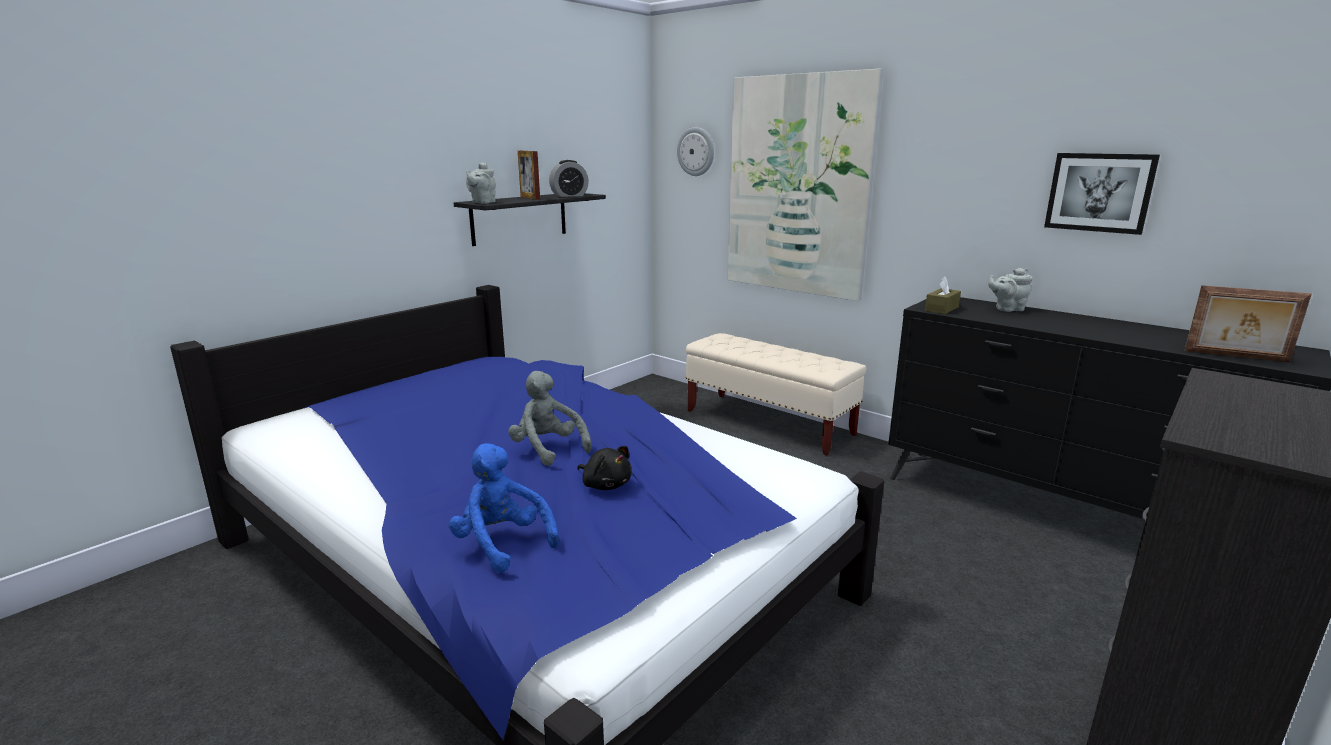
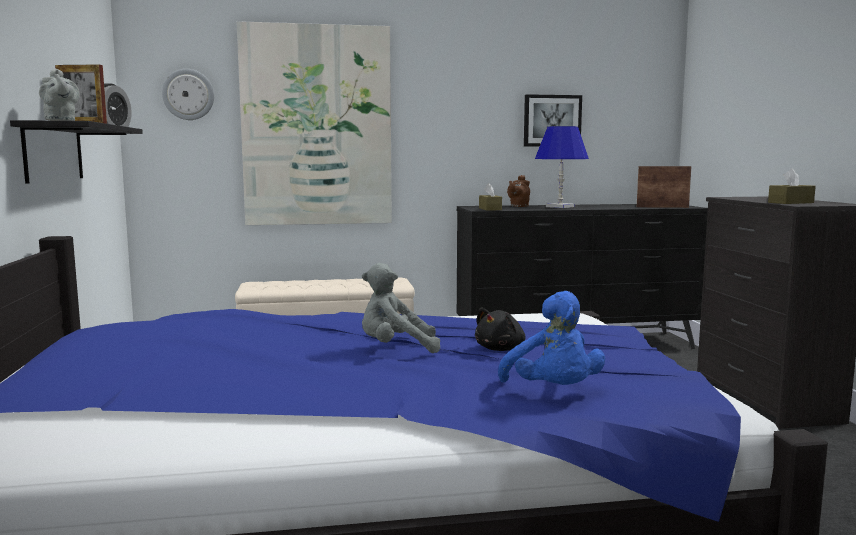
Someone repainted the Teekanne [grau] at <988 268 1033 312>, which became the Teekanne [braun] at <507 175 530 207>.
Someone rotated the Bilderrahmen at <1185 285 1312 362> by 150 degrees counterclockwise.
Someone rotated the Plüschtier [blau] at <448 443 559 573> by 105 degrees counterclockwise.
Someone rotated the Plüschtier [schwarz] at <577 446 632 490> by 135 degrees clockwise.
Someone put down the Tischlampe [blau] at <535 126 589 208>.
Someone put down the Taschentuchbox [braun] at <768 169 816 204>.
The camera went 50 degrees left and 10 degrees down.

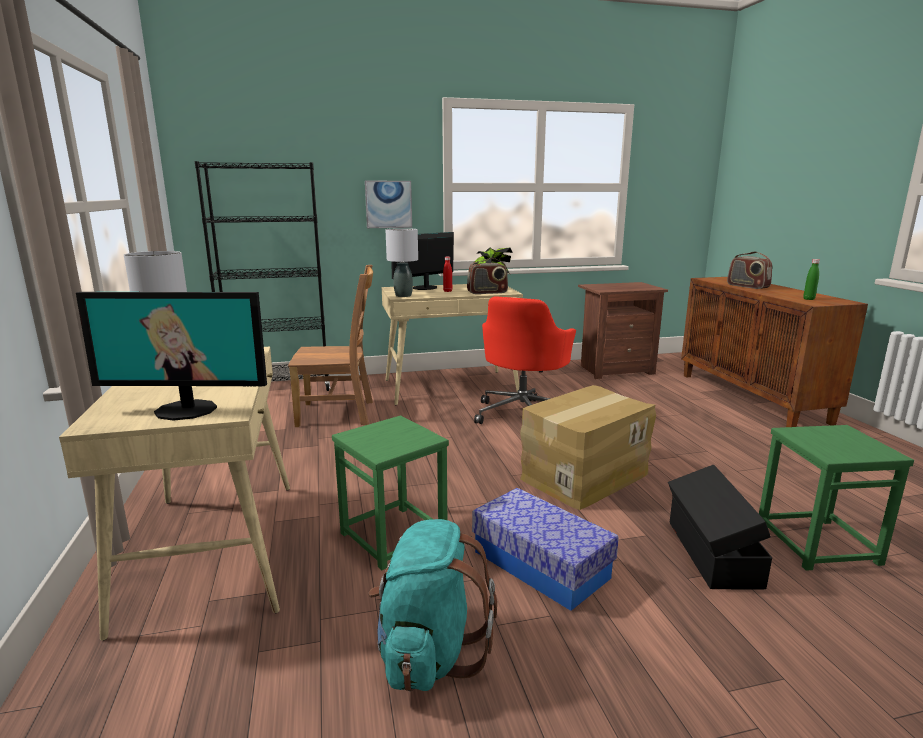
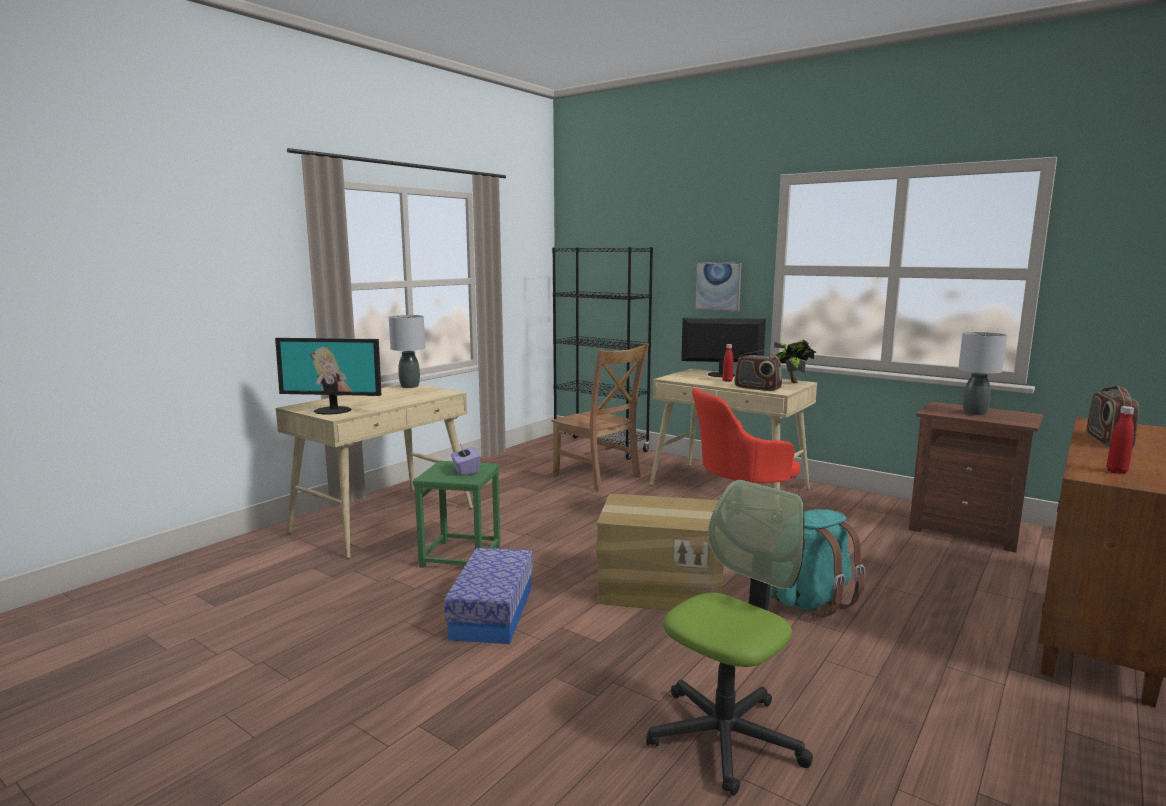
Someone carried the Tischlampe [grau] from <386 228 418 297> to <958 332 1007 415>.
Someone repainted the Flasche [grün] at <803 259 820 300>, which became the Flasche [rot] at <1107 406 1134 474>.
Someone rotated the Monitor at <76 292 267 421> by 45 degrees counterclockwise.
Someone swapped the Hocker [grün] at <759 425 914 571> for the Bürostuhl at <646 480 813 796>.
Someone took away the Aufbewahrungsbox [schwarz] at <668 465 772 589>.
Someone carried the Rucksack [türkis] from <369 519 497 692> to <770 509 865 618>.
Someone put down the Taschentuchbox [lila] at <451 444 480 476>.
The camera went 50 degrees right and 5 degrees down.

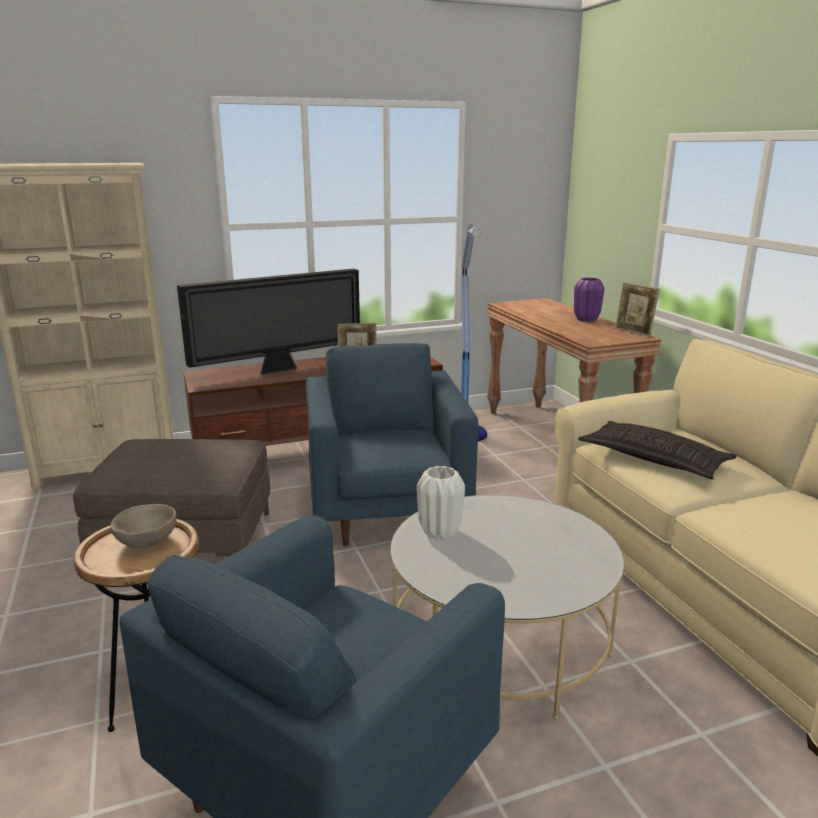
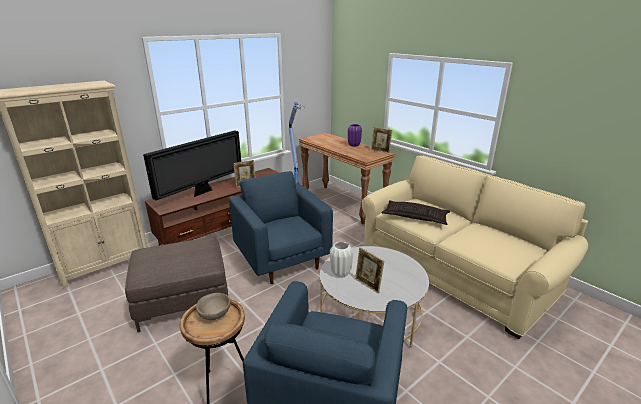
Someone put down the Bilderrahmen at <355 248 384 293>.
The camera went 20 degrees left and 5 degrees up.

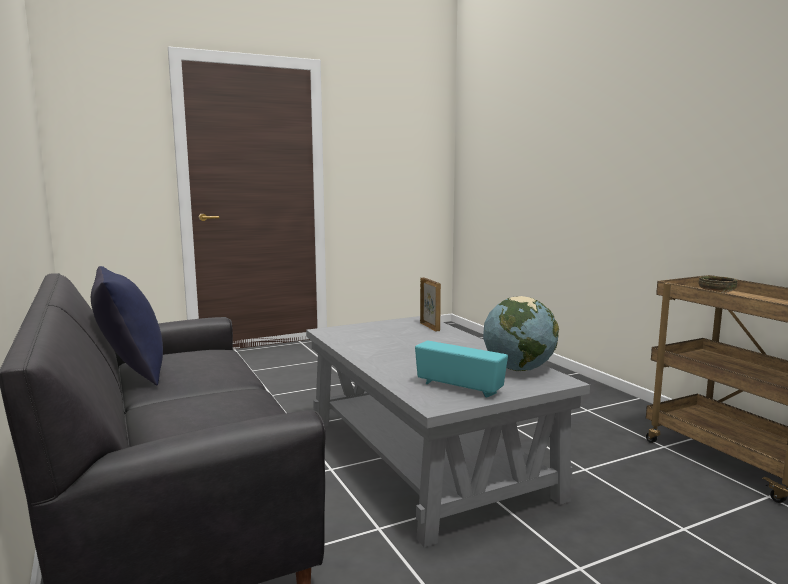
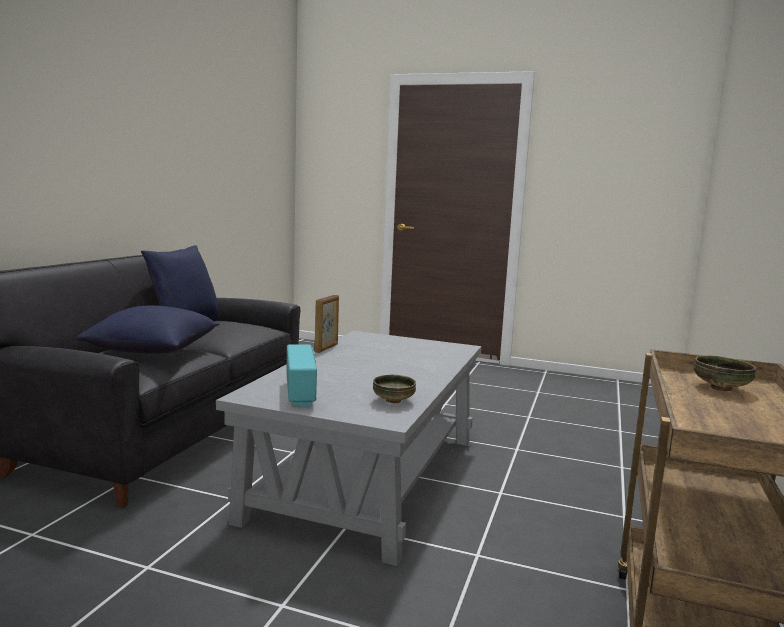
Someone carried the Bilderrahmen from <420 277 441 331> to <315 295 339 353>.
Someone swapped the Globus at <483 296 559 371> for the Schüssel at <373 375 416 403>.
Someone put down the Kissen [blau] at <76 305 219 354>.
The camera went 45 degrees right and 0 degrees up.

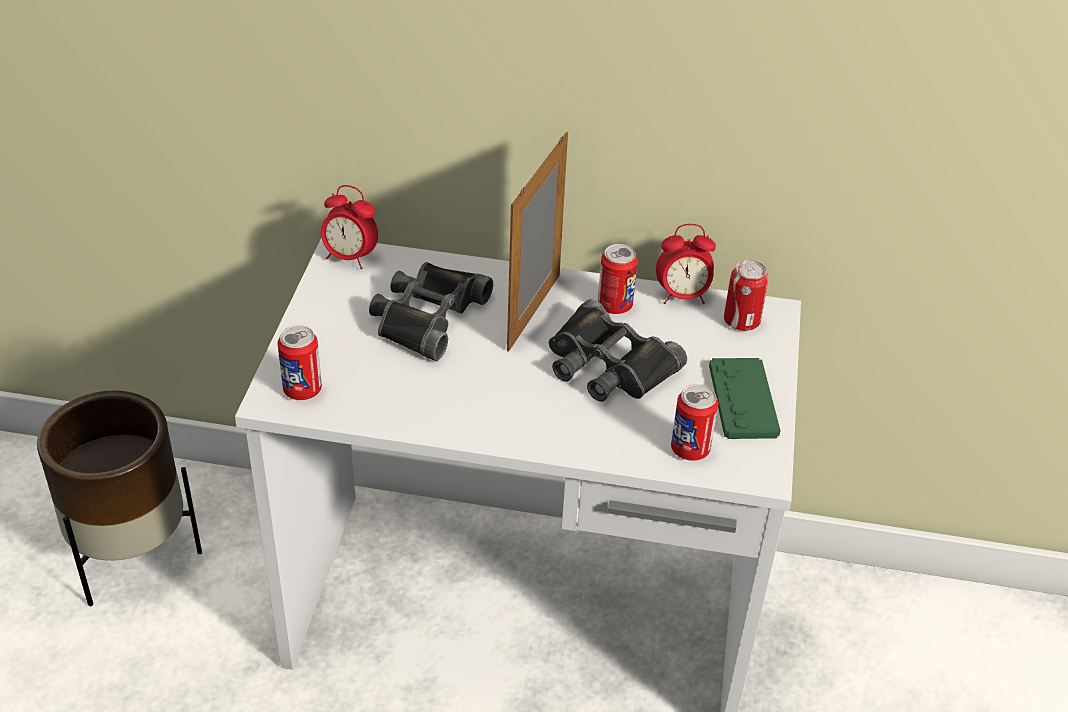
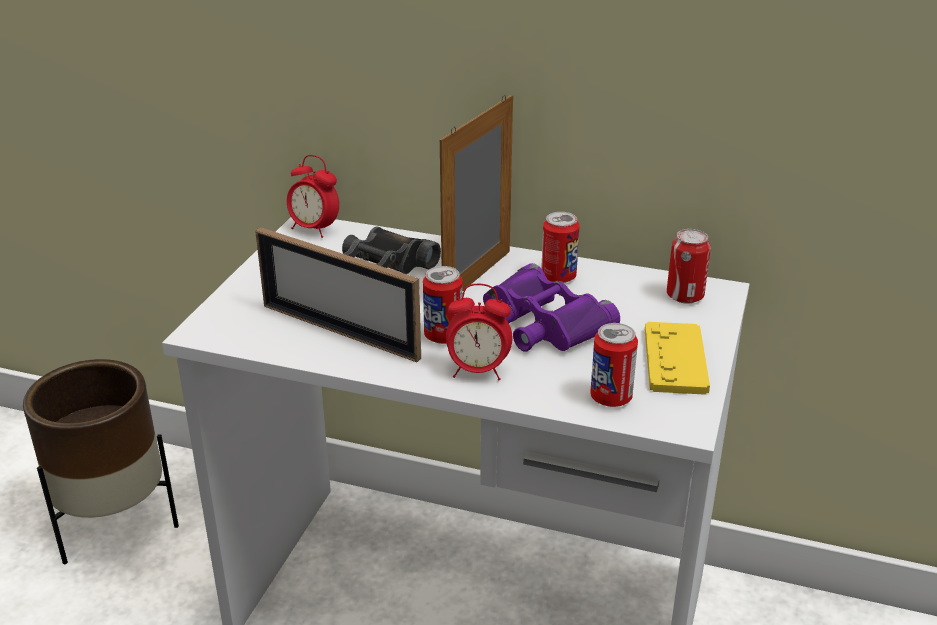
Someone carried the Wecker from <656 224 716 304> to <446 283 512 380>.
Someone repainted the Fernglas [schwarz] at <549 299 687 402>, which became the Fernglas [lila] at <483 263 620 352>.
Someone carried the Dose from <278 325 322 400> to <423 266 463 344>.
Someone repainted the Gamepad [grün] at <709 358 781 439>, which became the Gamepad [gelb] at <645 322 710 395>.
Someone put down the Bilderrahmen at <255 227 421 362>.
The camera went 10 degrees right and 10 degrees down.

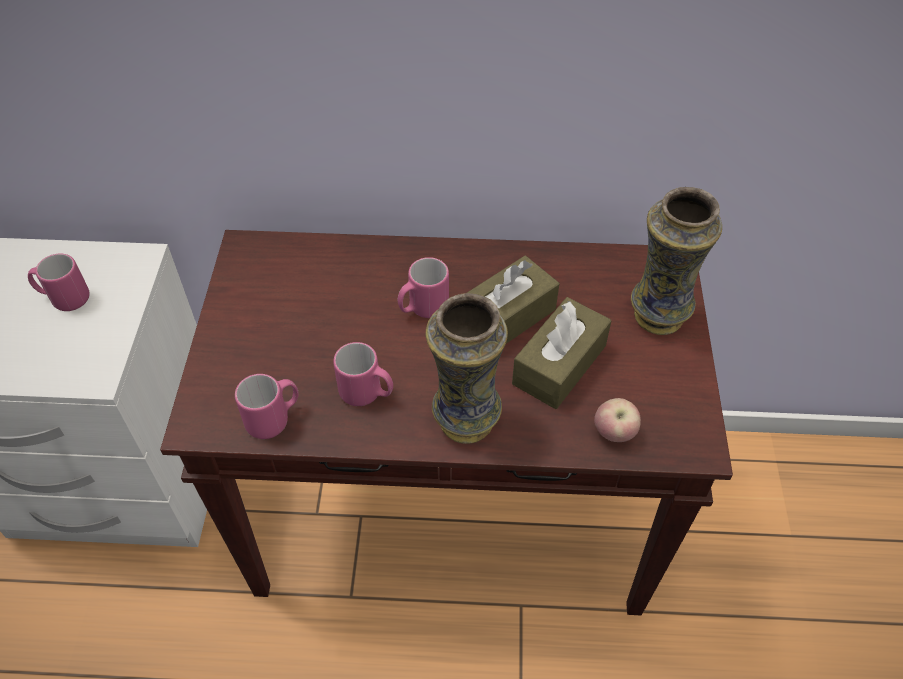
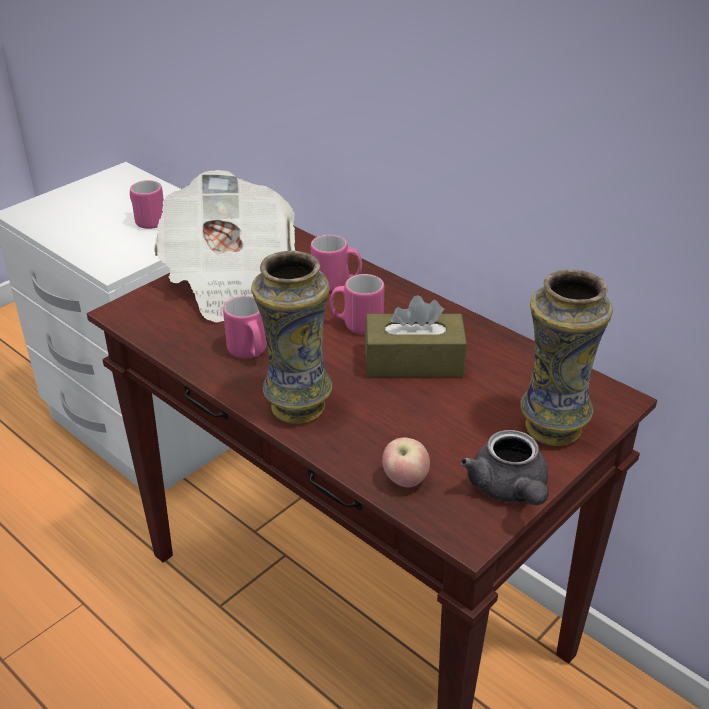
Someone took away the Taschentuchbox [braun] at <512 297 611 409>.
Someone carried the Henkelbecher [rosa] from <235 374 299 439> to <311 235 362 291>.
Someone put down the Zeitung at <153 170 295 323>.
Someone put down the Teekanne [grau] at <461 430 549 506>.
The camera went 40 degrees right and 15 degrees down.

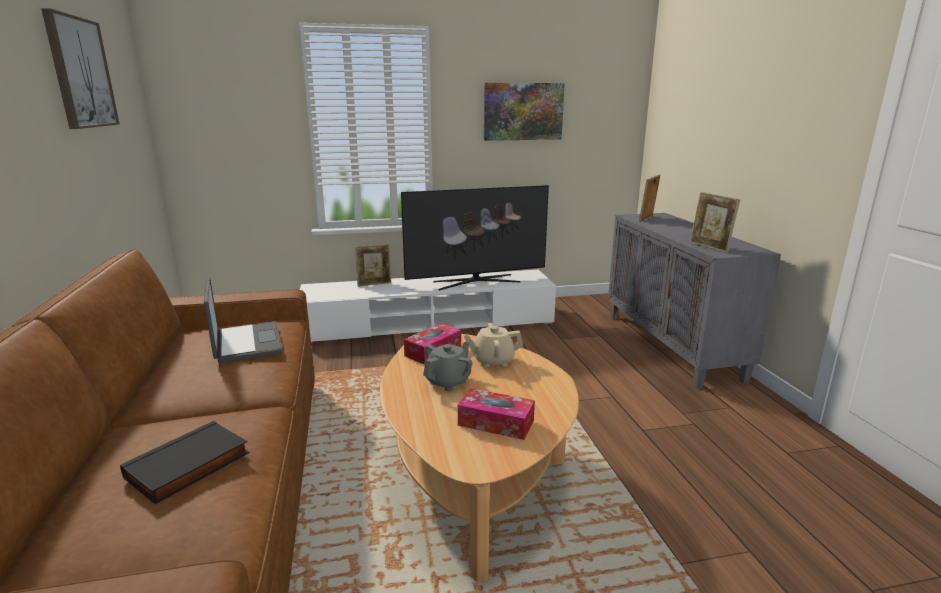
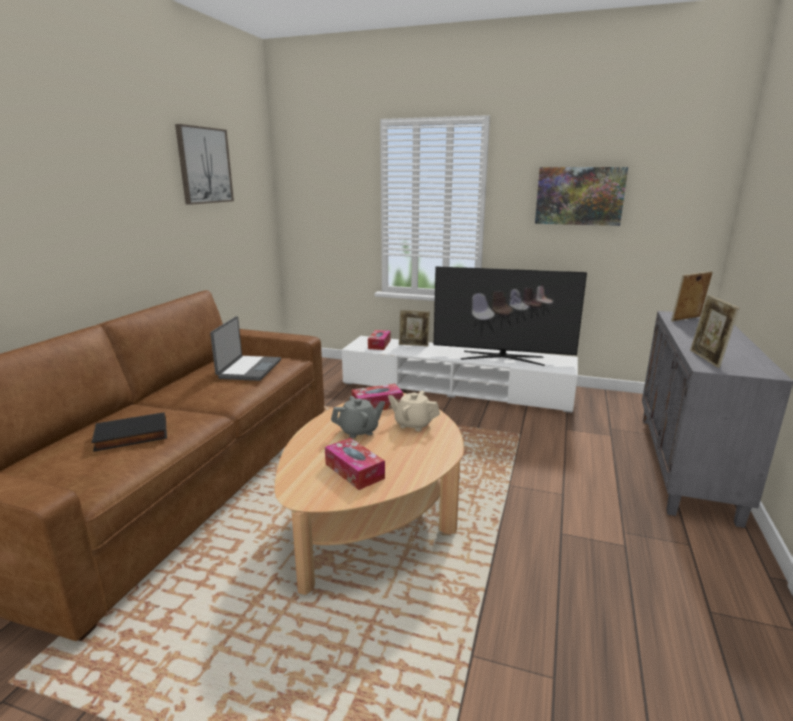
Someone put down the Taschentuchbox at <368 330 391 350>.
The camera went 30 degrees right and 0 degrees up.

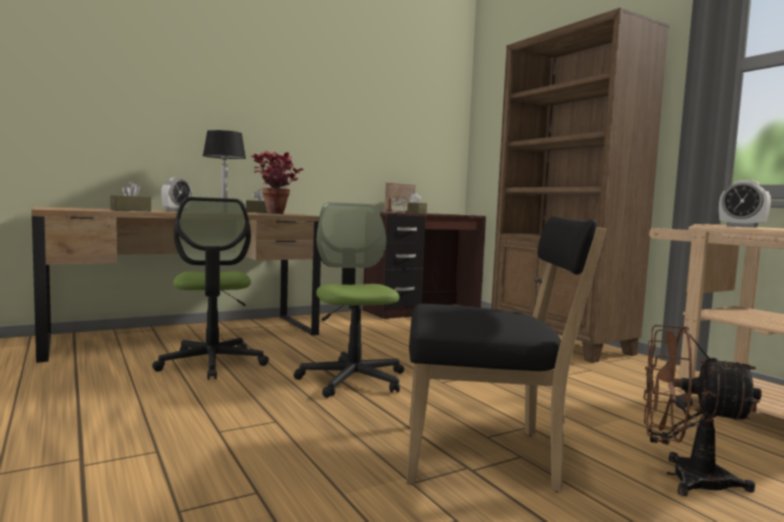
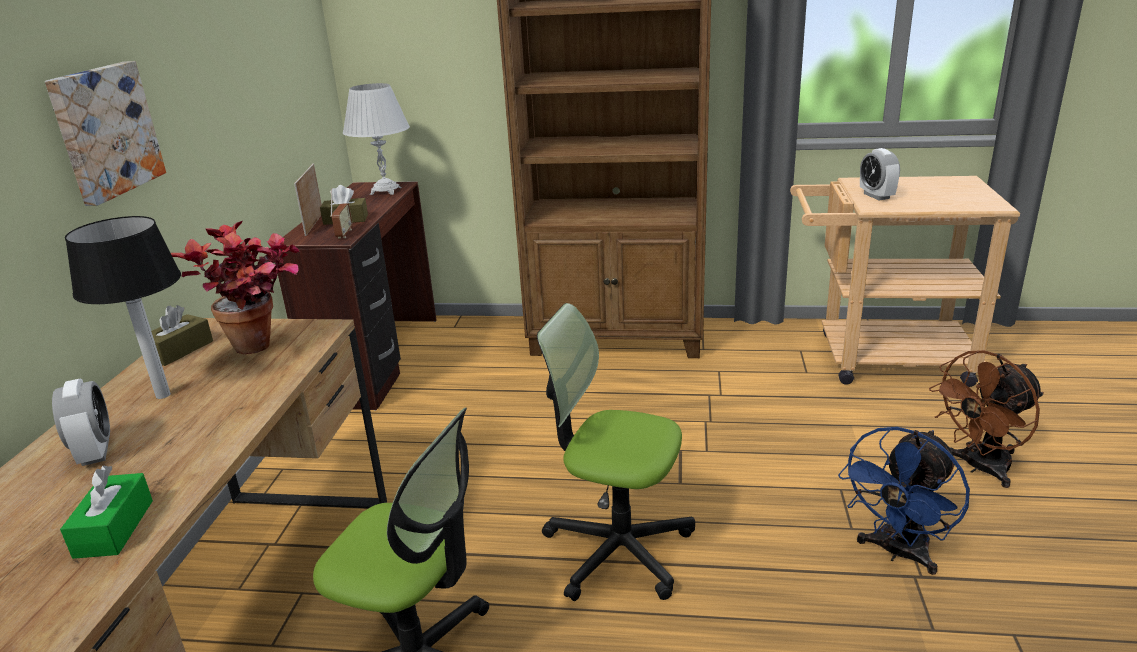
Someone rotated the Wecker at <719 180 771 228> by 75 degrees clockwise.
Someone repainted the Taschentuchbox [braun] at <110 182 151 211>, which became the Taschentuchbox [grün] at <60 466 153 559>.
Someone swapped the Stuhl [schwarz] at <406 216 606 492> for the Ventilator [blau] at <838 427 970 575>.
Someone put up the Bild at <45 61 166 206>.
Someone put down the Tischlampe [weiß] at <343 83 410 195>.
The camera went 50 degrees left and 20 degrees up.

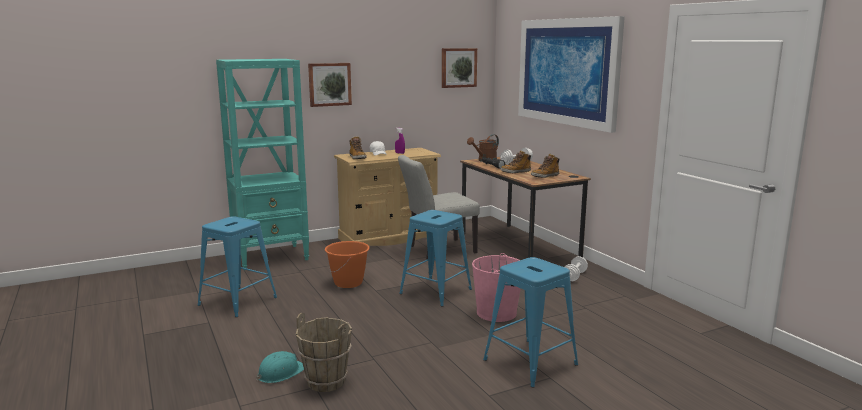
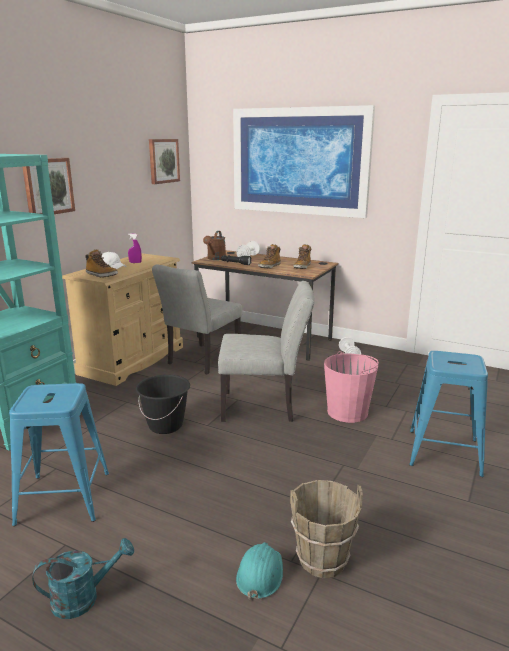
Someone swapped the Hocker [blau] at <399 210 472 307> for the Stuhl [grau] at <218 281 315 422>.
Someone repainted the Eimer [orange] at <325 241 370 288>, which became the Eimer [schwarz] at <136 375 190 434>.
Someone put down the Gießkanne [türkis] at <32 538 134 619>.
The camera went 35 degrees left and 5 degrees up.

